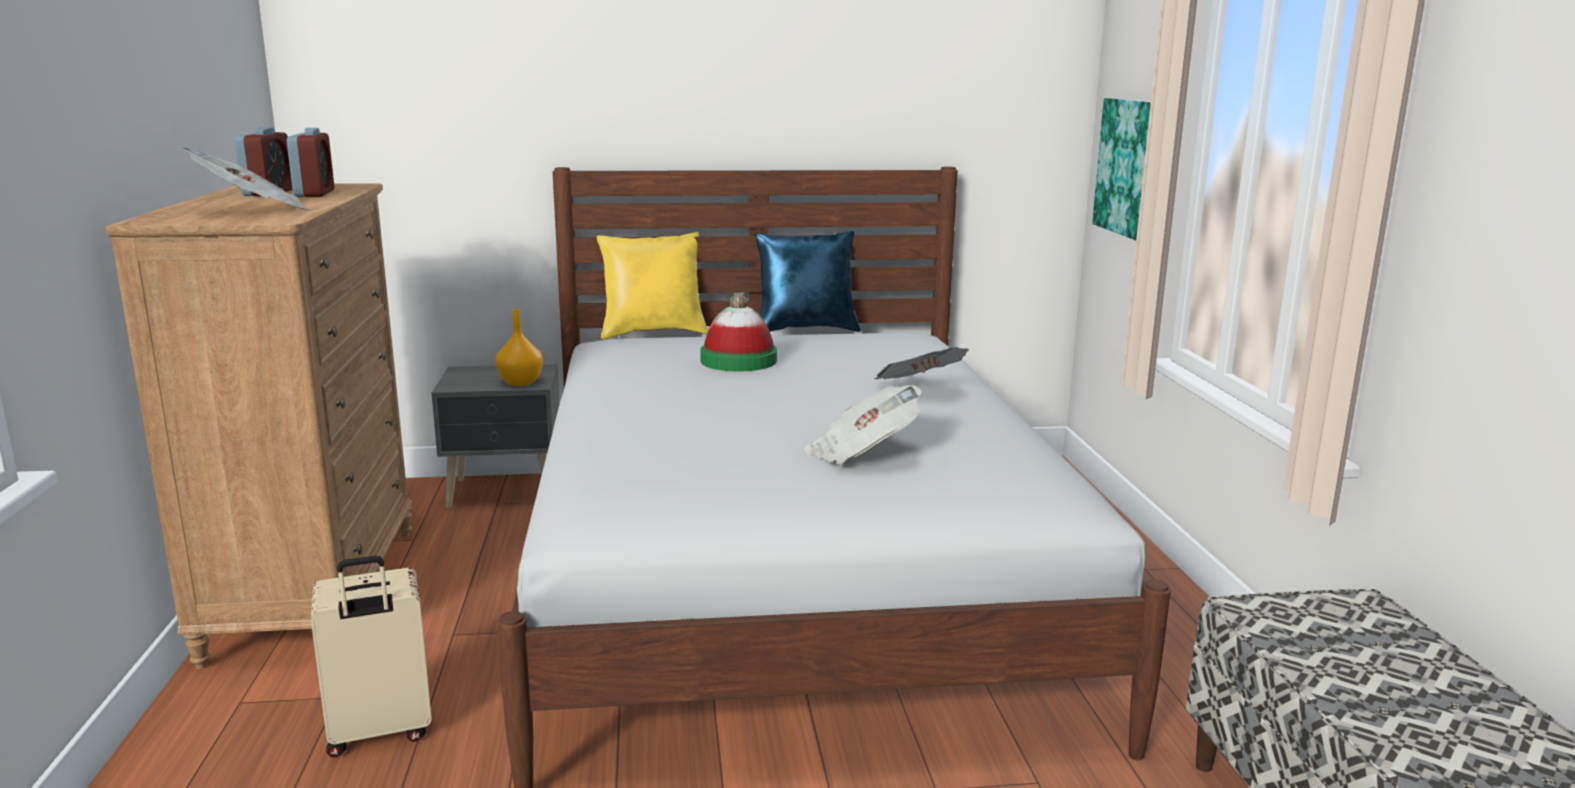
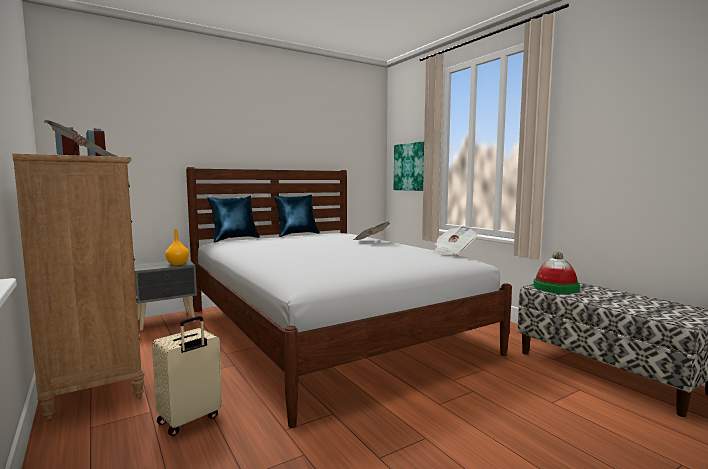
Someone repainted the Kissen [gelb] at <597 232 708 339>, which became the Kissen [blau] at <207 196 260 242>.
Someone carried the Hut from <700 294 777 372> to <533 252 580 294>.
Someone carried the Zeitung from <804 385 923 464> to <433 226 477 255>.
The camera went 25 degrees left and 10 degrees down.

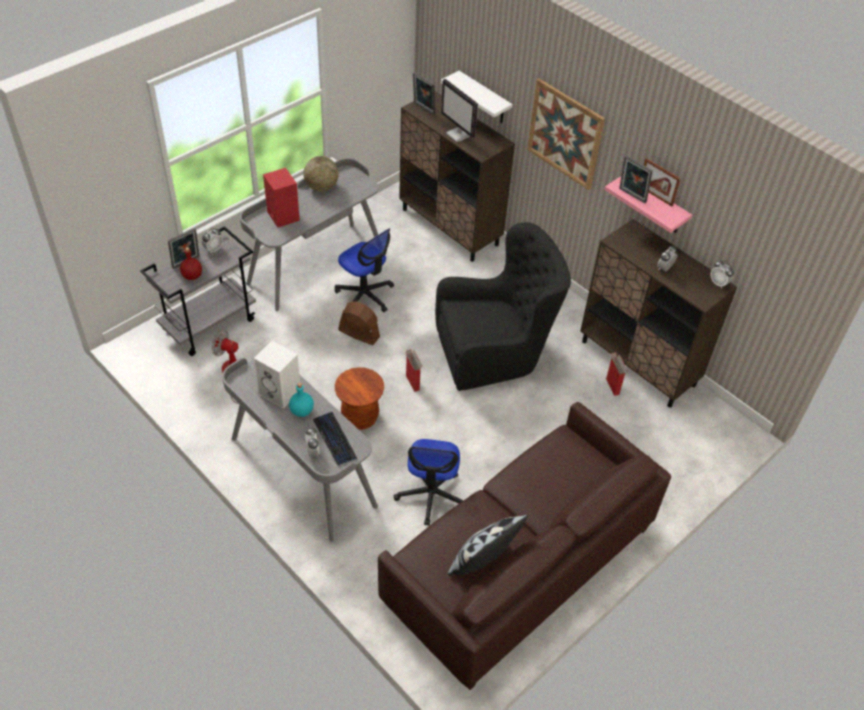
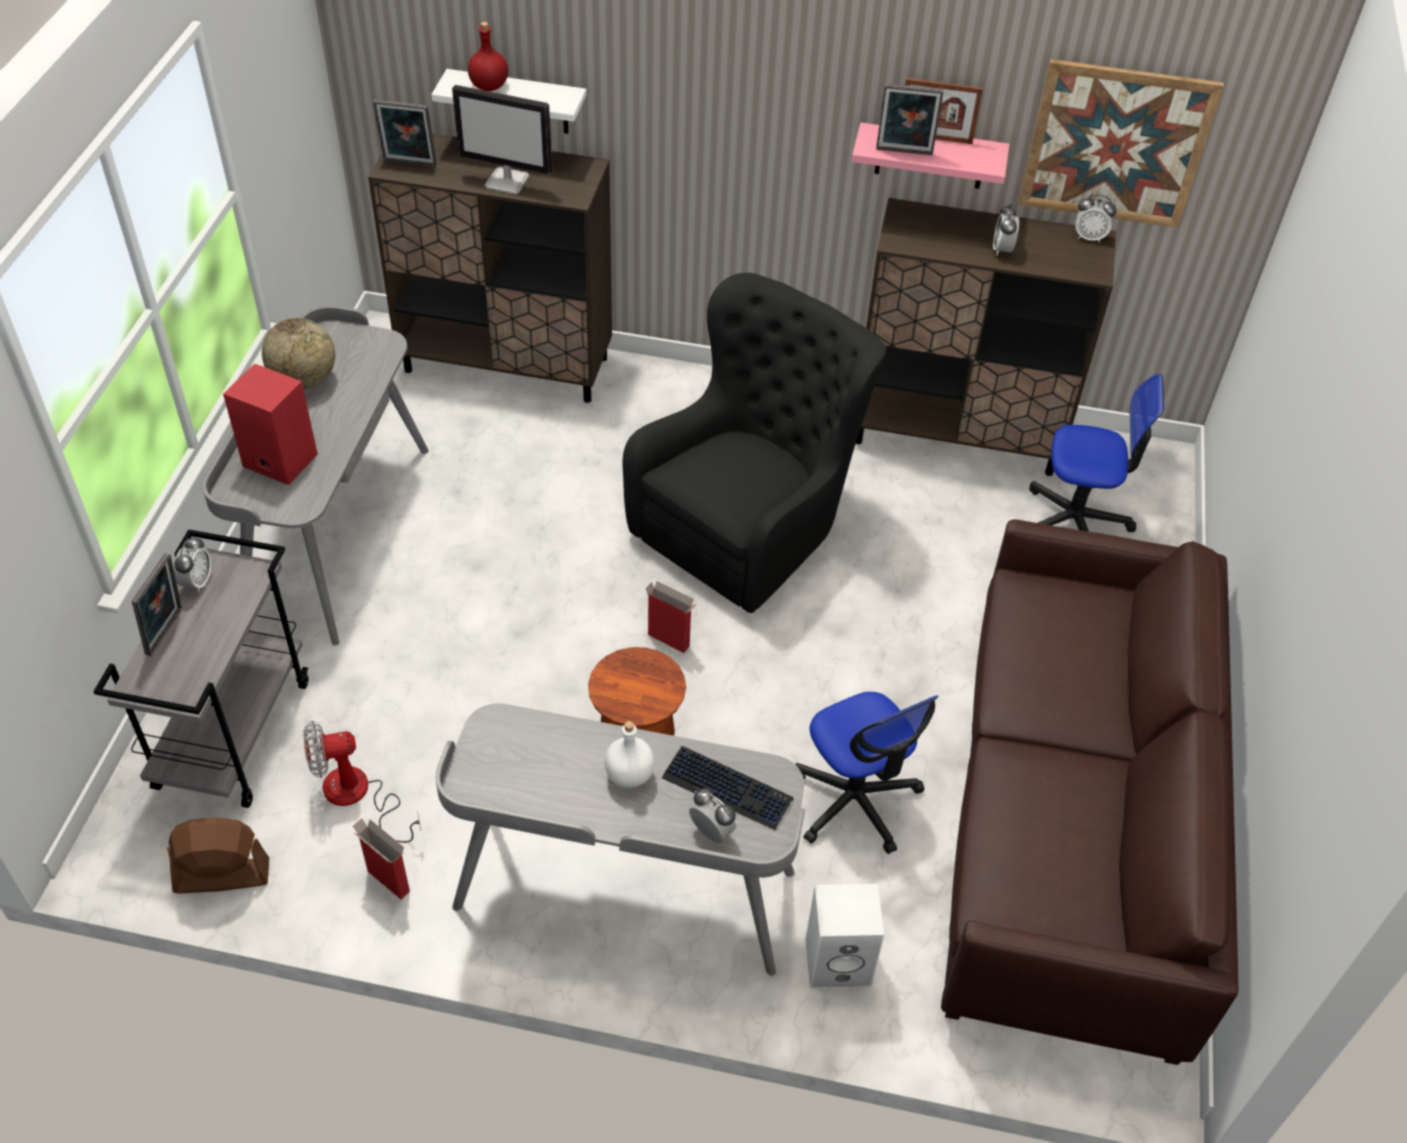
Someone carried the Bild from <527 78 605 190> to <1019 59 1224 228>.
Someone carried the Bürostuhl from <335 228 394 312> to <1029 374 1164 532>.
Someone carried the Flasche [rot] from <180 247 202 280> to <468 22 508 91>.
Someone carried the Ventilator [braun] from <338 301 380 345> to <167 817 269 894>.
Someone carried the Lautsprecher [weiß] from <254 341 300 409> to <806 884 884 989>.
Someone carried the Karton from <606 352 628 396> to <353 818 410 899>.
Someone repainted the Flasche [türkis] at <289 383 314 417>, which became the Flasche [weiß] at <605 721 655 788>.
Someone took away the Kissen at <448 515 528 576>.
The camera went 35 degrees left and 0 degrees up.

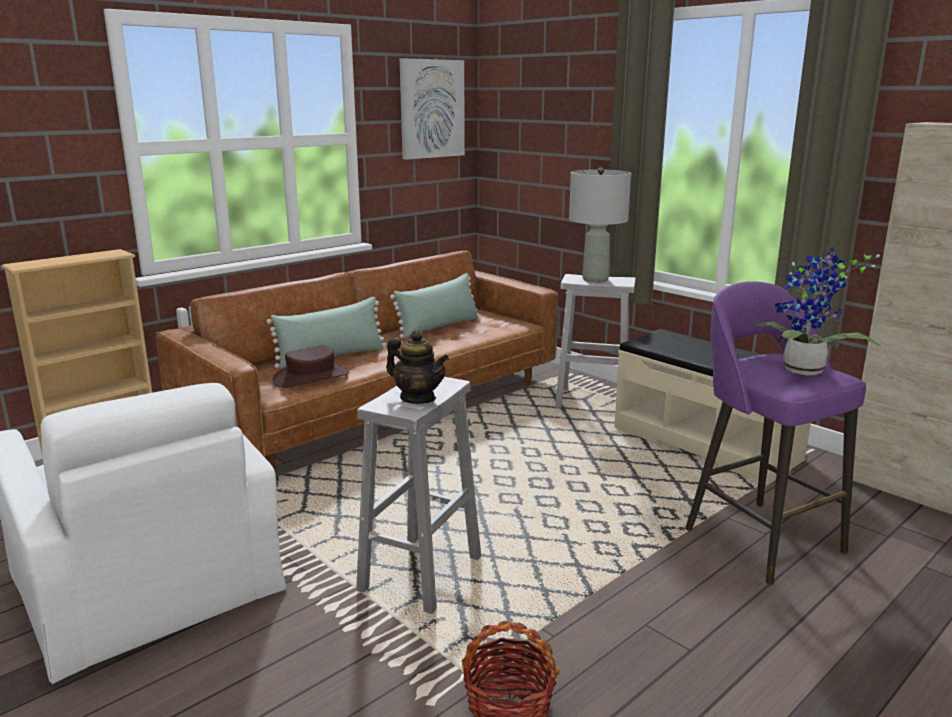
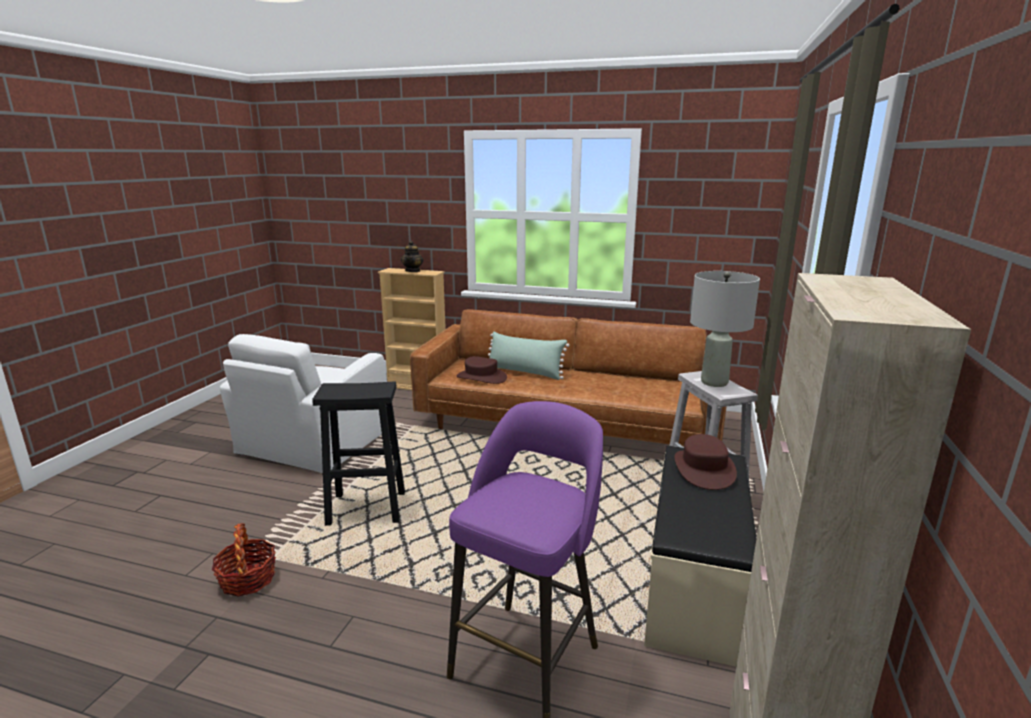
Someone took away the Bild at <400 58 465 160>.
Someone took away the Topfpflanze at <755 248 880 375>.
Someone took away the Kissen [grün] at <390 273 479 338>.
Someone carried the Teekanne from <386 330 449 404> to <401 241 423 272>.
Someone repainted the Hocker [weiß] at <356 377 481 614>, which became the Hocker [schwarz] at <312 382 405 526>.
Someone put down the Hut [braun] at <675 434 737 490>.
The camera went 60 degrees right and 0 degrees up.

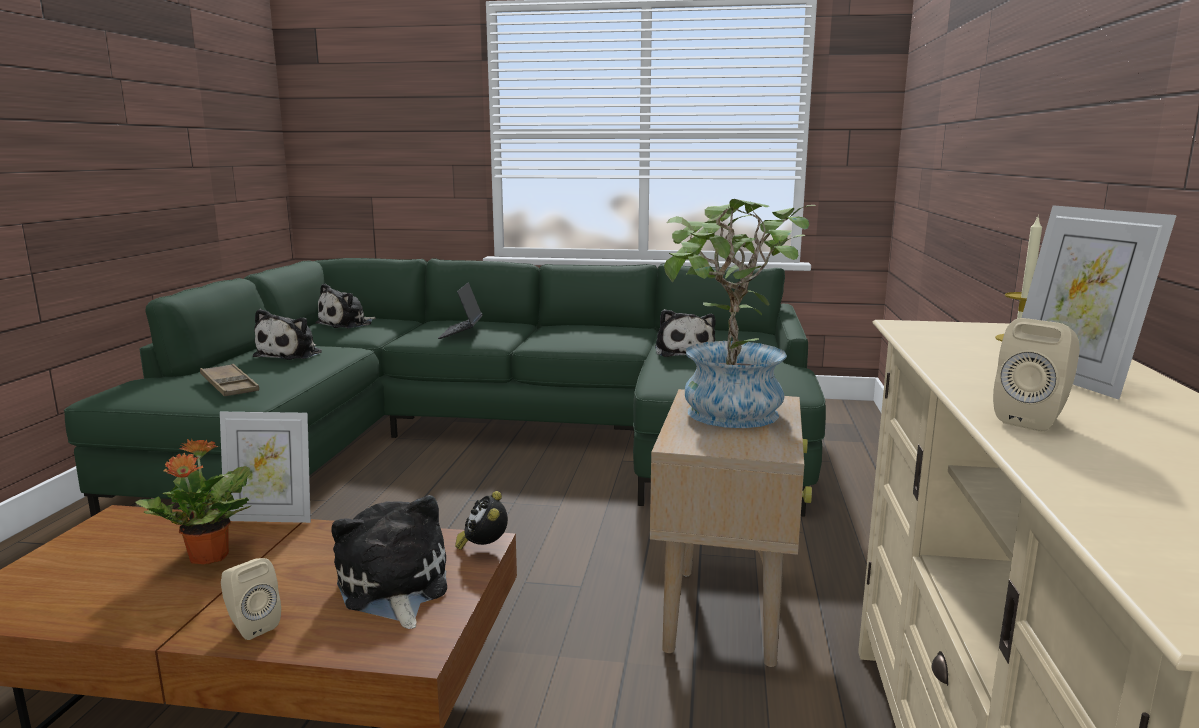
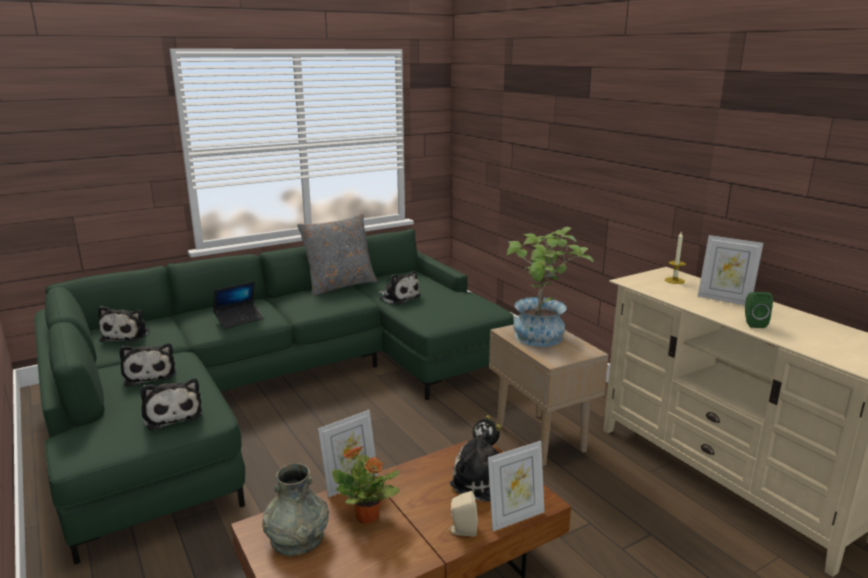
Someone rotated the Laptop at <438 282 483 339> by 90 degrees counterclockwise.
Someone repainted the Lautsprecher [beige] at <993 318 1080 432>, which became the Lautsprecher [grün] at <745 292 773 328>.
Someone swapped the Tablett [braun] at <200 364 259 396> for the Plüschtier at <141 378 203 431>.
Someone put down the Kissen [grau] at <297 213 378 296>.
Someone put down the Bilderrahmen at <488 441 545 531>.
Someone put down the Vase [grau] at <262 463 329 556>.
The camera went 40 degrees left and 5 degrees up.

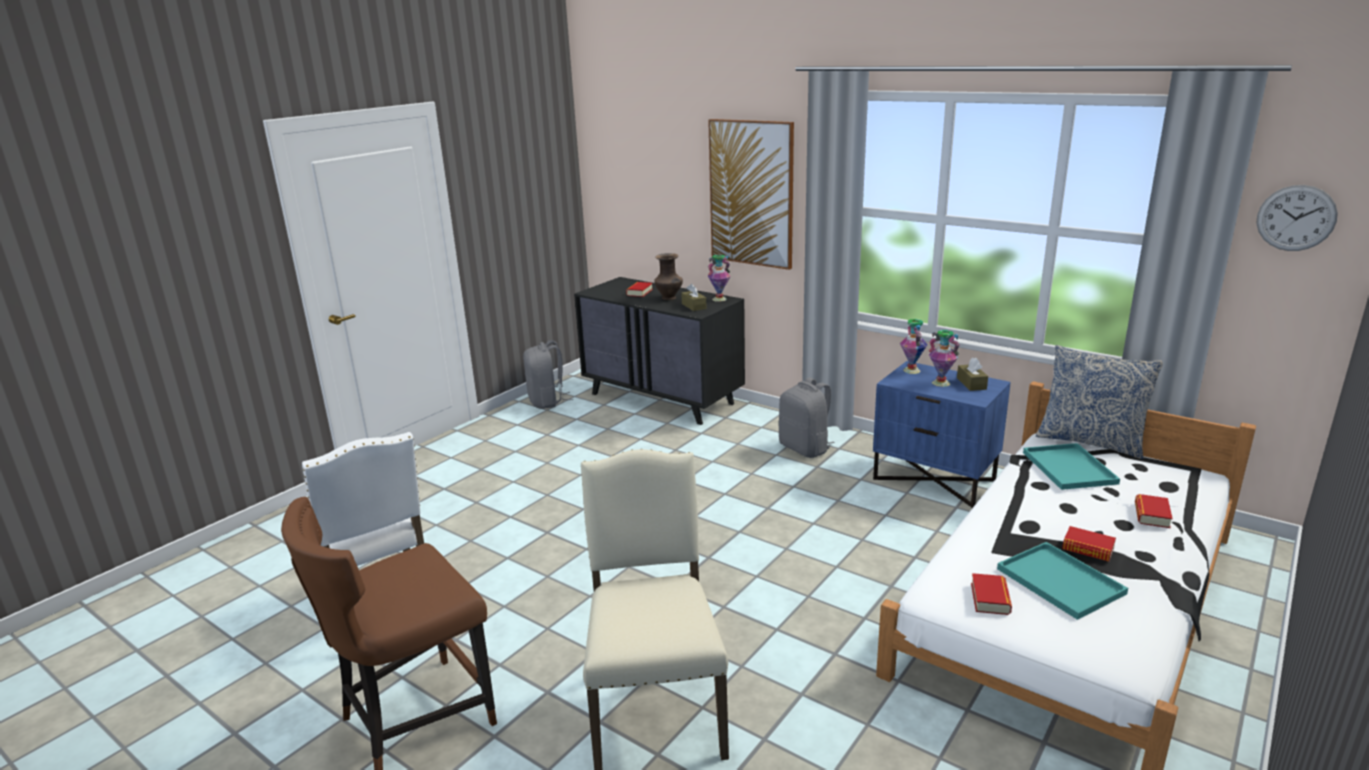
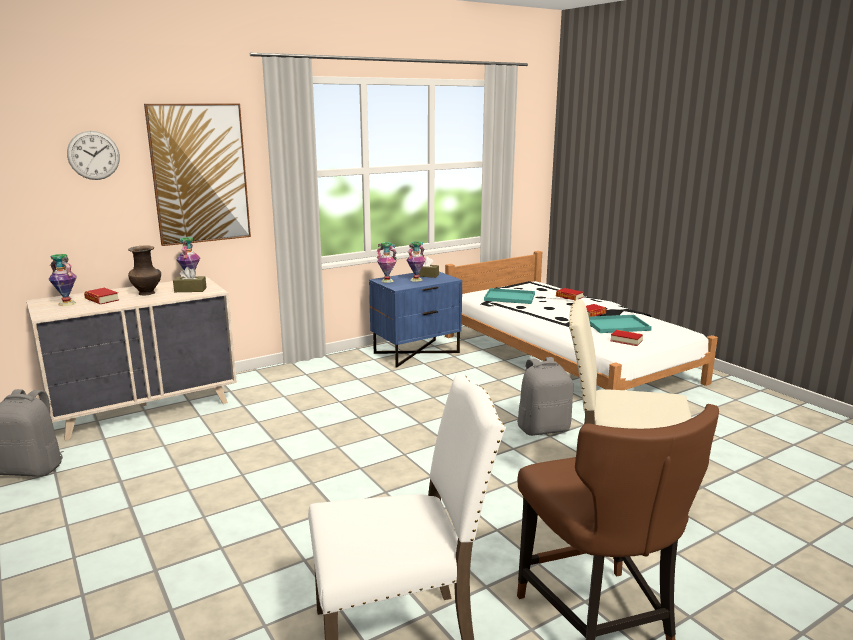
Someone carried the Wanduhr from <1256 185 1338 251> to <67 131 120 180>.
Someone repainted the Kommode [schwarz] at <574 277 745 425>, which became the Kommode [beige] at <26 277 237 441>.
Someone took away the Kissen at <1036 345 1163 459>.
Someone carried the Rucksack [grau] from <778 378 835 458> to <517 357 573 436>.
Someone put down the Vase at <49 254 77 306>.
The camera went 70 degrees left and 5 degrees down.

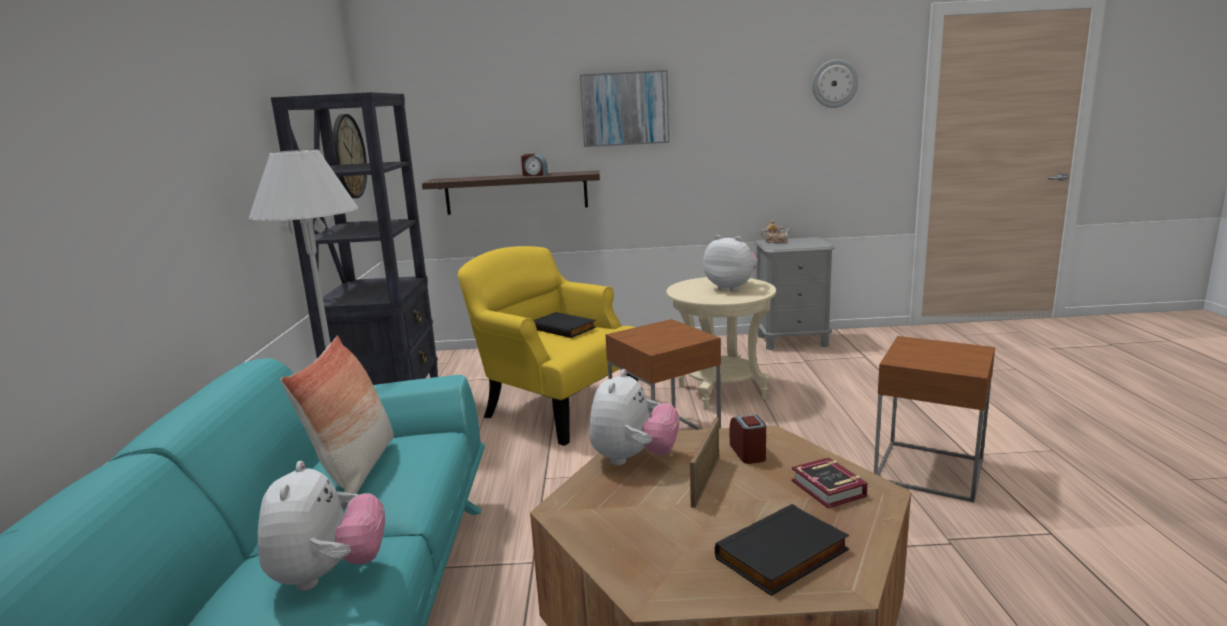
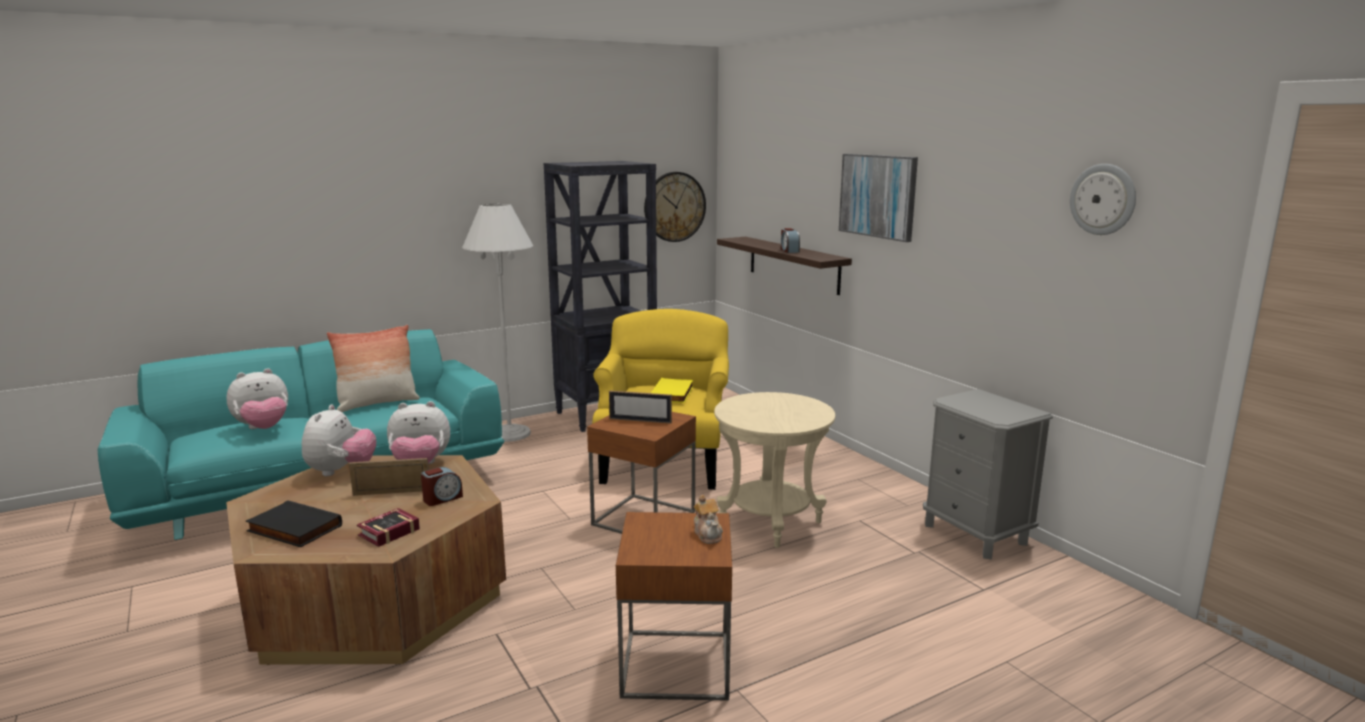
Someone carried the Teekanne from <761 220 791 243> to <694 495 723 544>.
Someone carried the Plüschtier from <703 235 758 292> to <302 405 376 476>.
Someone repainted the Buch [schwarz] at <534 312 596 338>, which became the Buch [gelb] at <651 378 693 403>.
Someone put down the Bilderrahmen at <609 391 672 424>.
The camera went 60 degrees right and 0 degrees up.

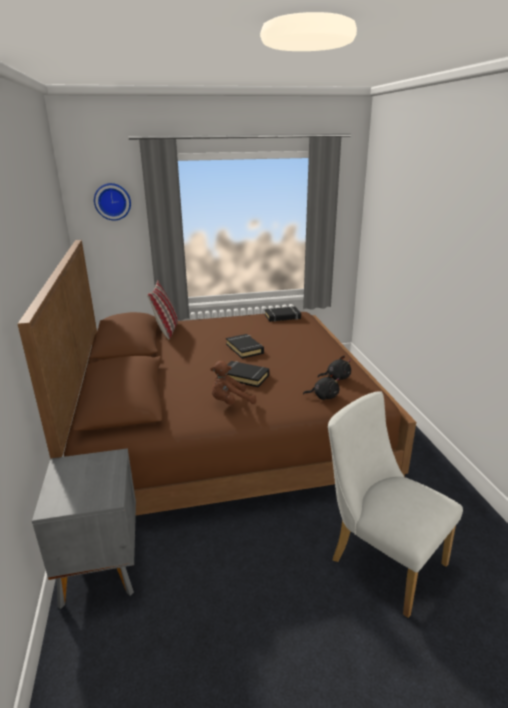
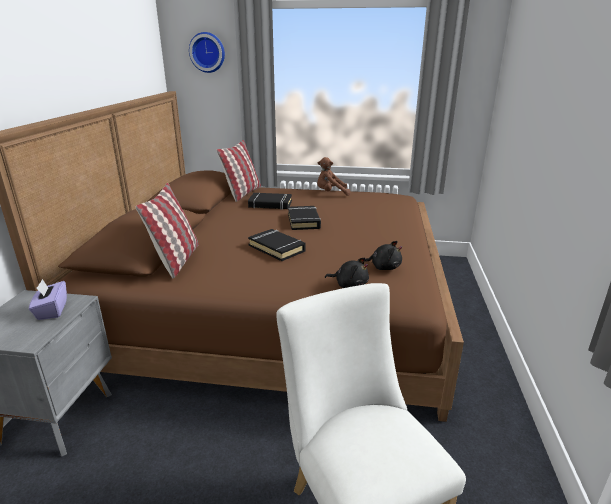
Someone carried the Buch [schwarz] from <265 307 301 322> to <248 193 292 210>.
Someone carried the Plüschtier [braun] from <210 361 256 405> to <317 157 350 196>.
Someone put down the Kissen at <136 183 199 278>.
Someone put down the Taschentuchbox [lila] at <29 279 67 320>.
The camera went 20 degrees right and 0 degrees up.

